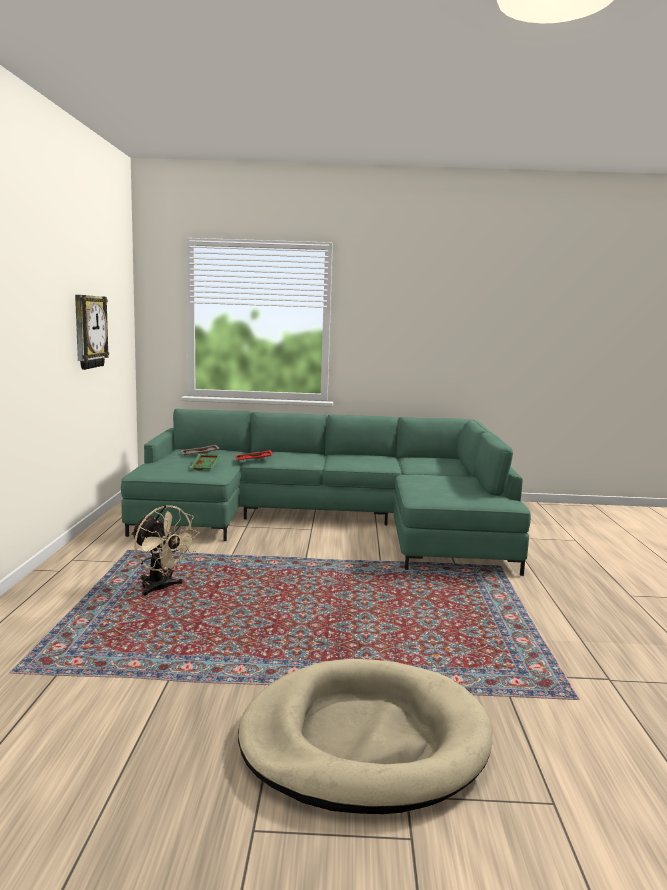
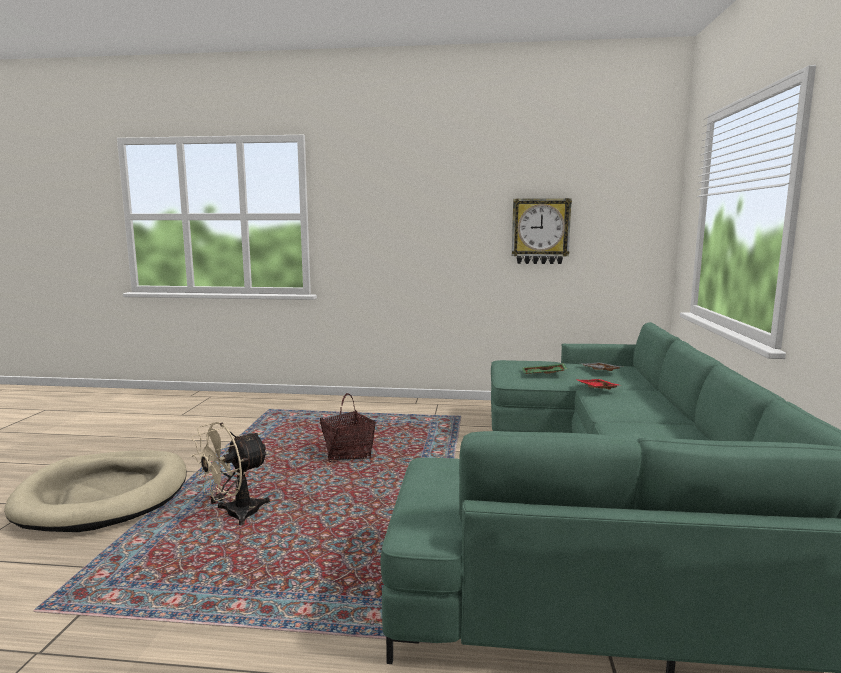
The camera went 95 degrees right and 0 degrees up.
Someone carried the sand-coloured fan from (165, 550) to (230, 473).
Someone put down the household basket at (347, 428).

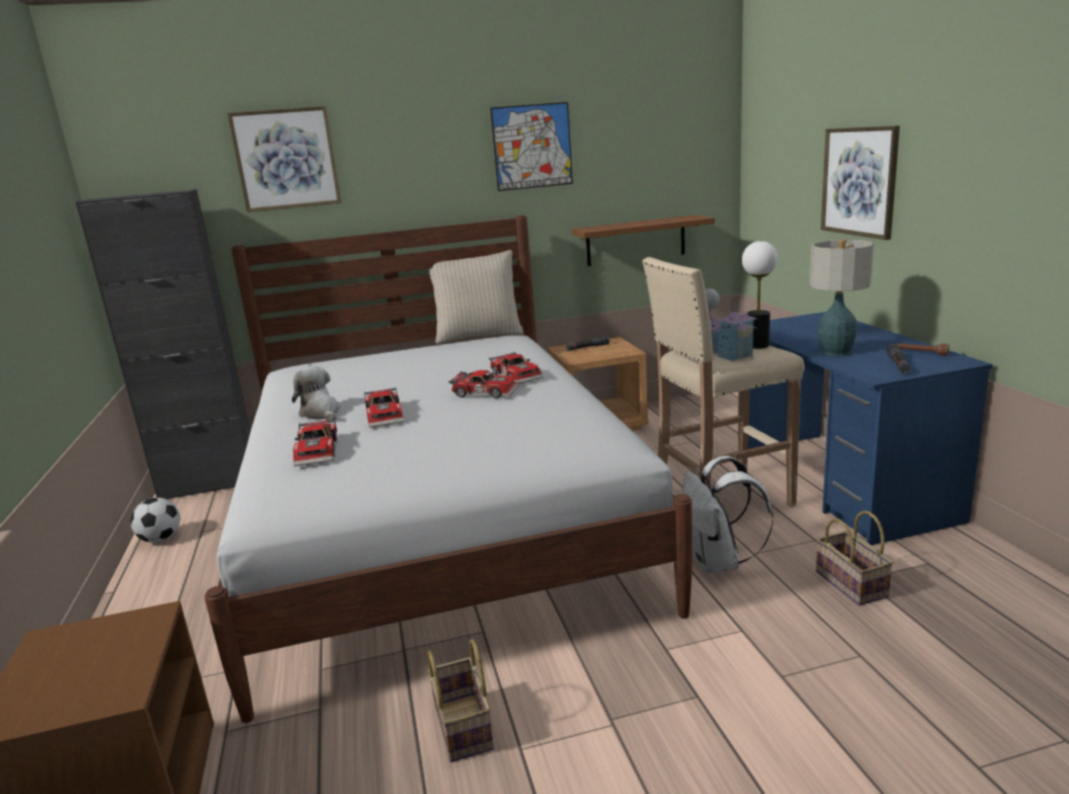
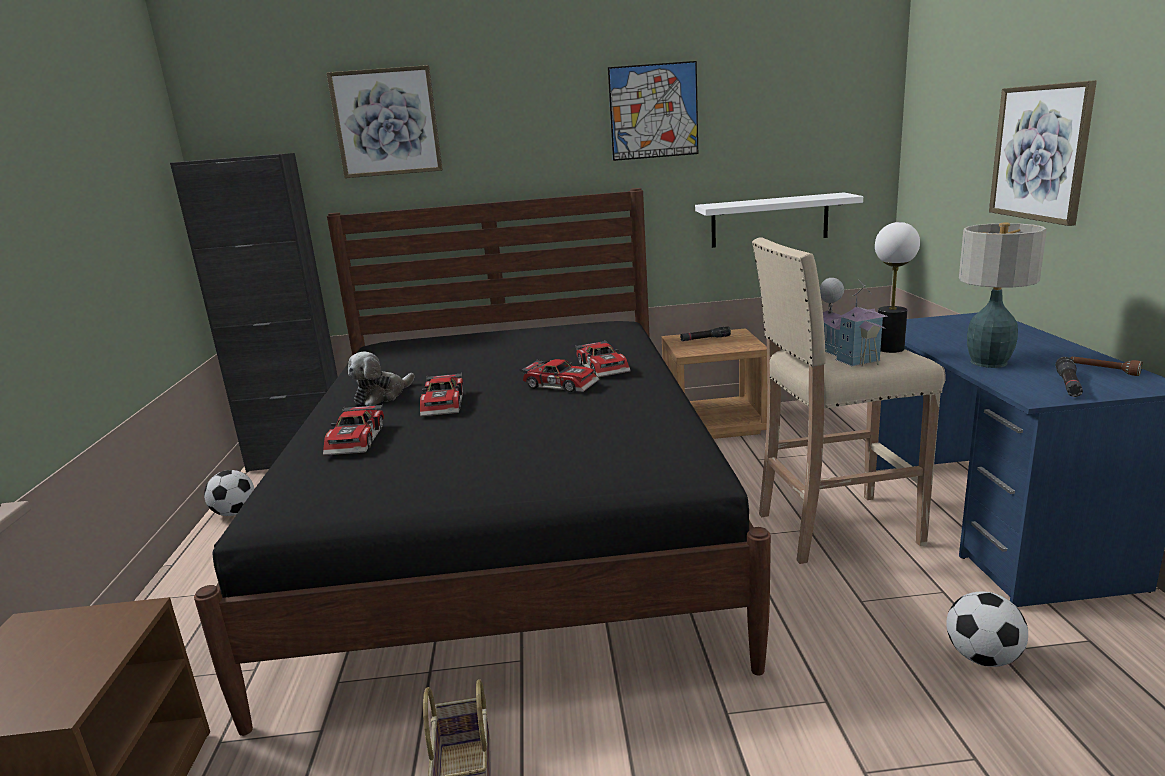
The camera went 10 degrees right and 0 degrees up.
Someone repainted the white bed at (448, 469), which became the black-coloured bed at (482, 462).
Someone rotated the plush toy at (316, 393) by 120 degrees counterclockwise.
Someone took away the sand-coloured cushion at (476, 297).
Someone repainted the brownish bracket shelf at (643, 240), which became the white bracket shelf at (779, 220).
Someone took away the white rucksack at (727, 514).
Someone swapped the household basket at (854, 558) for the ball for football at (987, 629).

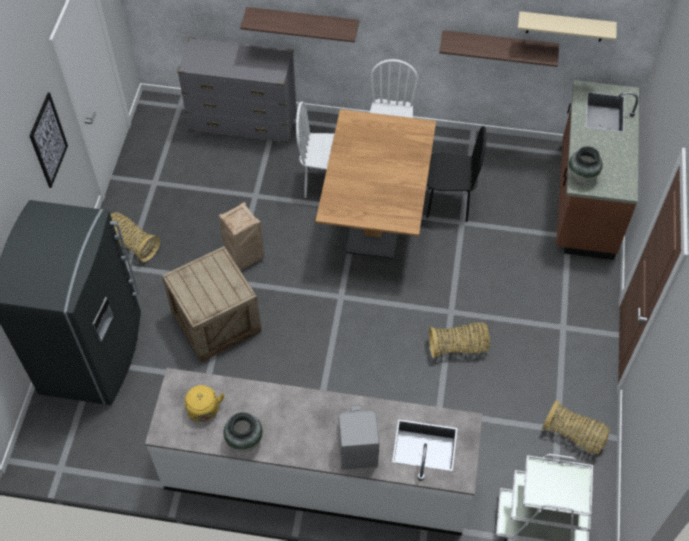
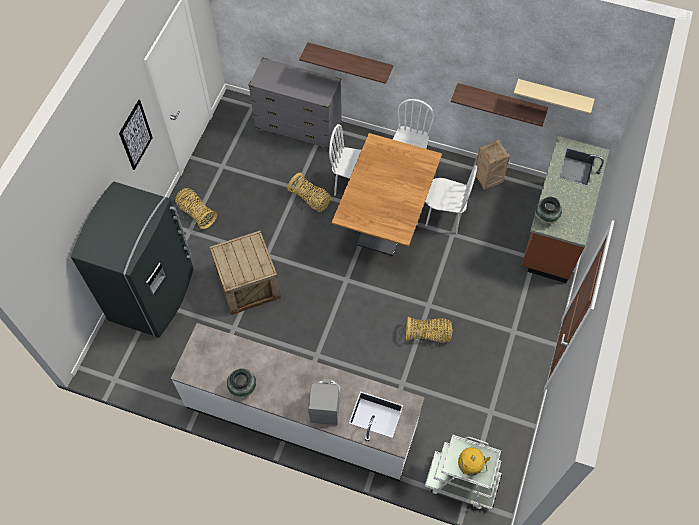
The camera went 10 degrees right and 5 degrees up.
Someone carried the yellow water kettle from (204, 403) to (474, 461).
Someone carried the shipping crate from (241, 236) to (493, 165).
Someone repainted the black-coloured upright chair at (456, 174), which became the white upright chair at (451, 199).
Someone carried the household basket from (576, 427) to (309, 192).

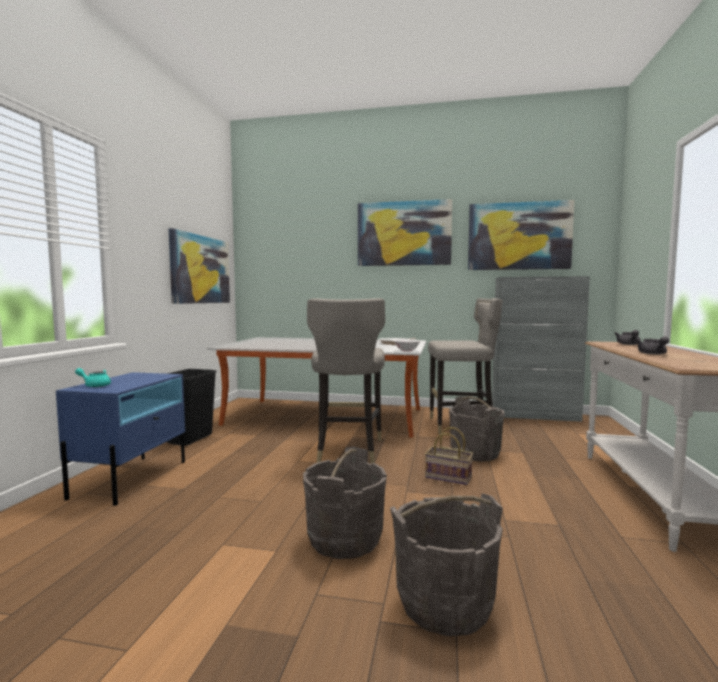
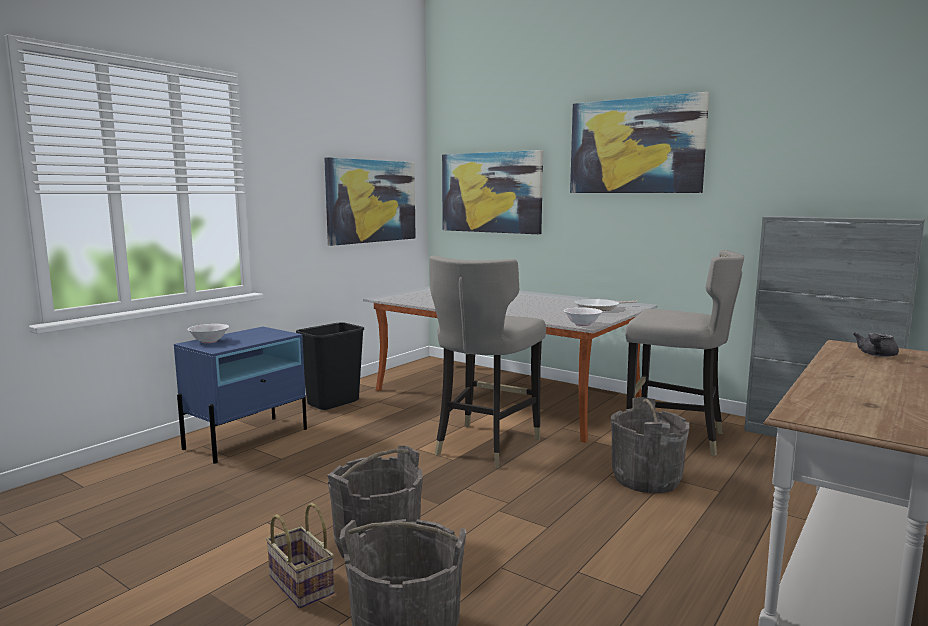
The camera went 25 degrees right and 5 degrees up.
Someone swapped the turquoise pot for tea at (93, 377) for the white deep dish at (208, 333).
Someone carried the household basket from (449, 456) to (300, 556).
Someone carried the wall picture from (521, 235) to (492, 192).
Someone took away the grey pot for tea at (652, 346).

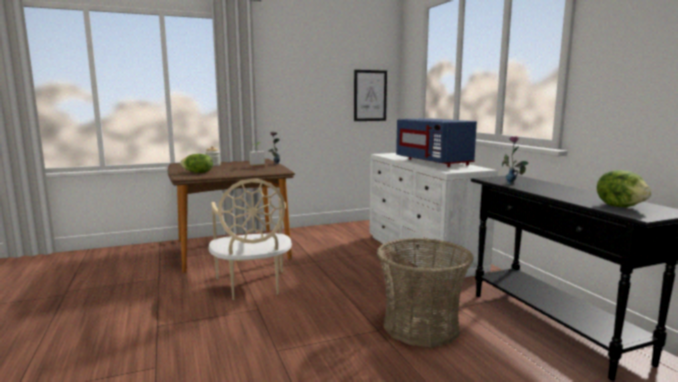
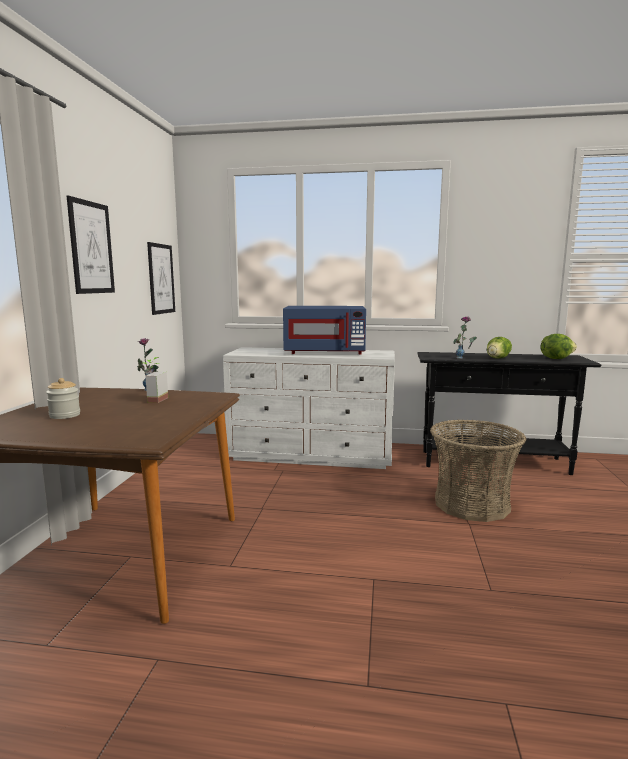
The camera went 60 degrees left and 0 degrees up.
Someone carried the lettuce from (196, 163) to (499, 348).
Someone took away the sand-coloured upright chair at (250, 239).
Someone put up the wall picture at (91, 245).

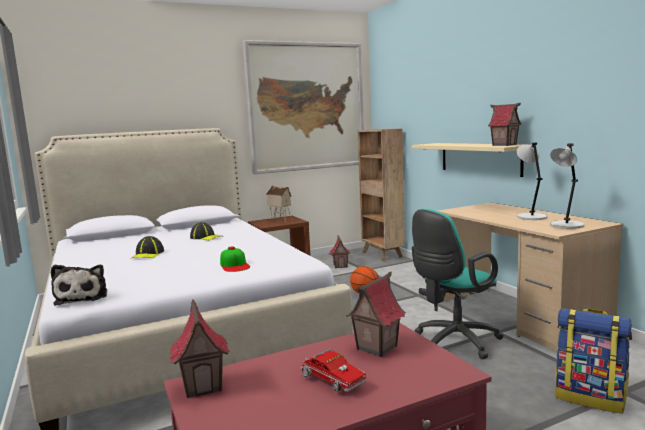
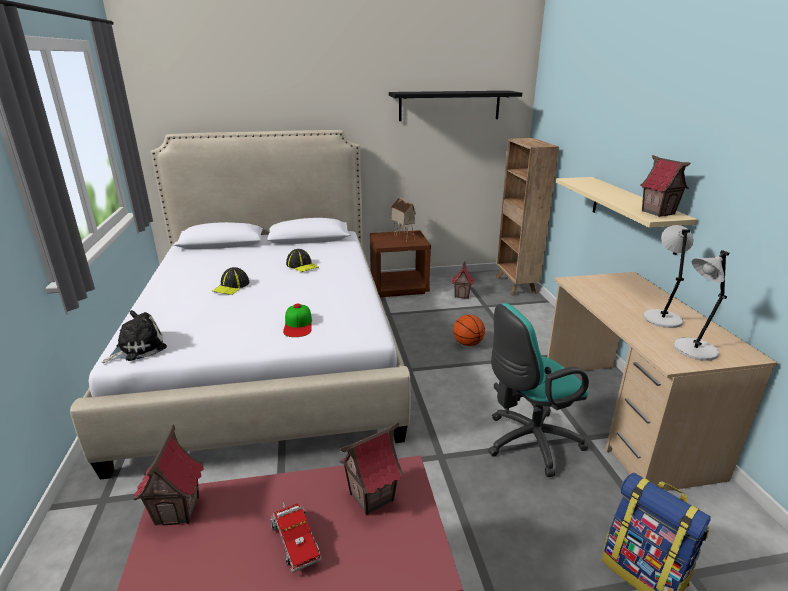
The camera went 15 degrees right and 15 degrees up.
Someone rotated the plush toy at (79, 285) by 135 degrees counterclockwise.
Someone swapped the wall picture at (303, 107) for the black-coloured bracket shelf at (455, 106).

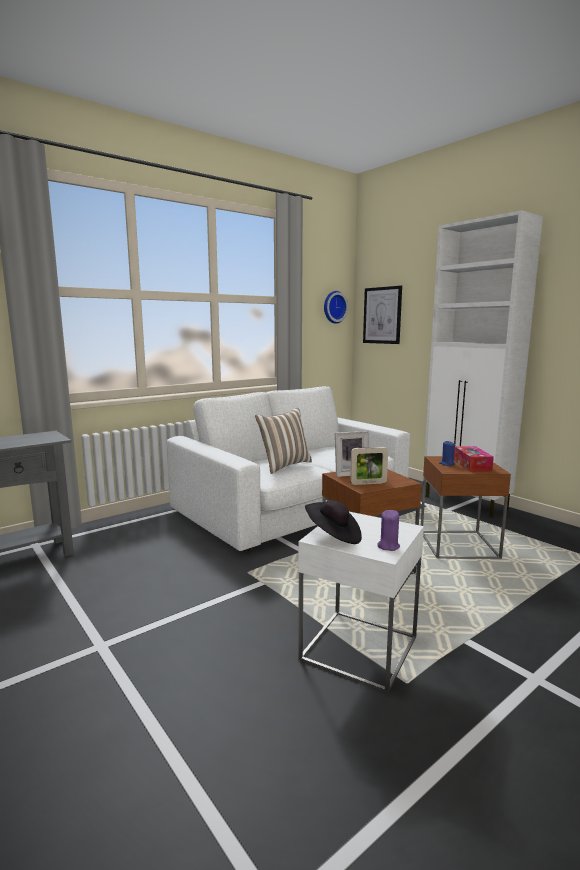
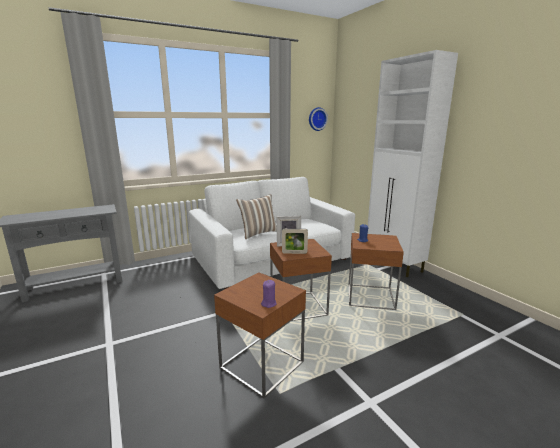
The camera went 10 degrees right and 5 degrees up.
Someone repainted the white end table at (361, 602), which became the brownish end table at (260, 335).
Someone took away the black-coloured hat at (333, 522).
Someone took away the wall picture at (382, 314).
Someone took away the tissue box at (474, 459).

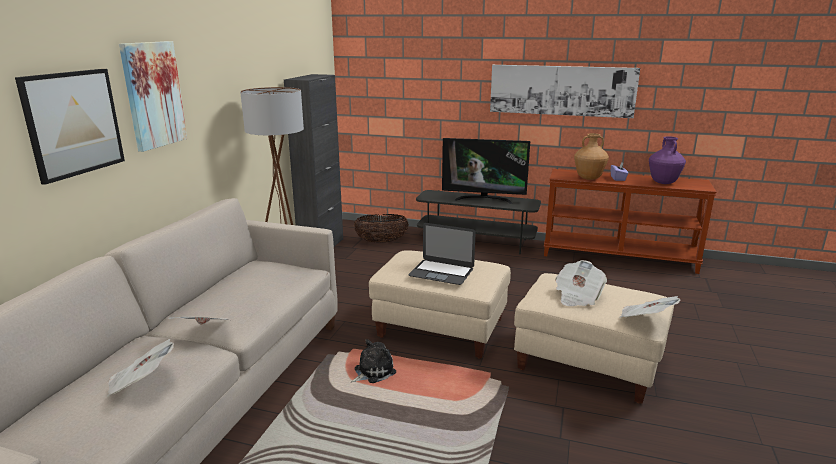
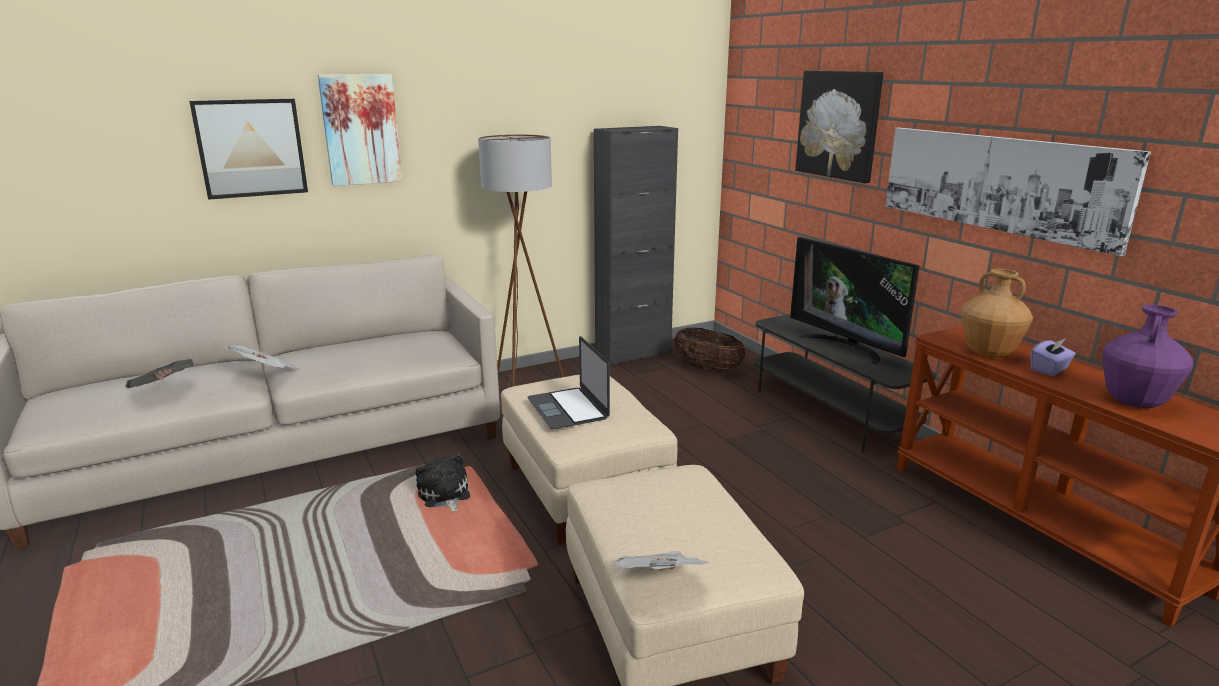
The camera went 45 degrees right and 0 degrees up.
Someone rotated the plush toy at (373, 361) by 120 degrees counterclockwise.
Someone took away the newspaper at (581, 283).
Someone put up the wall picture at (839, 127).

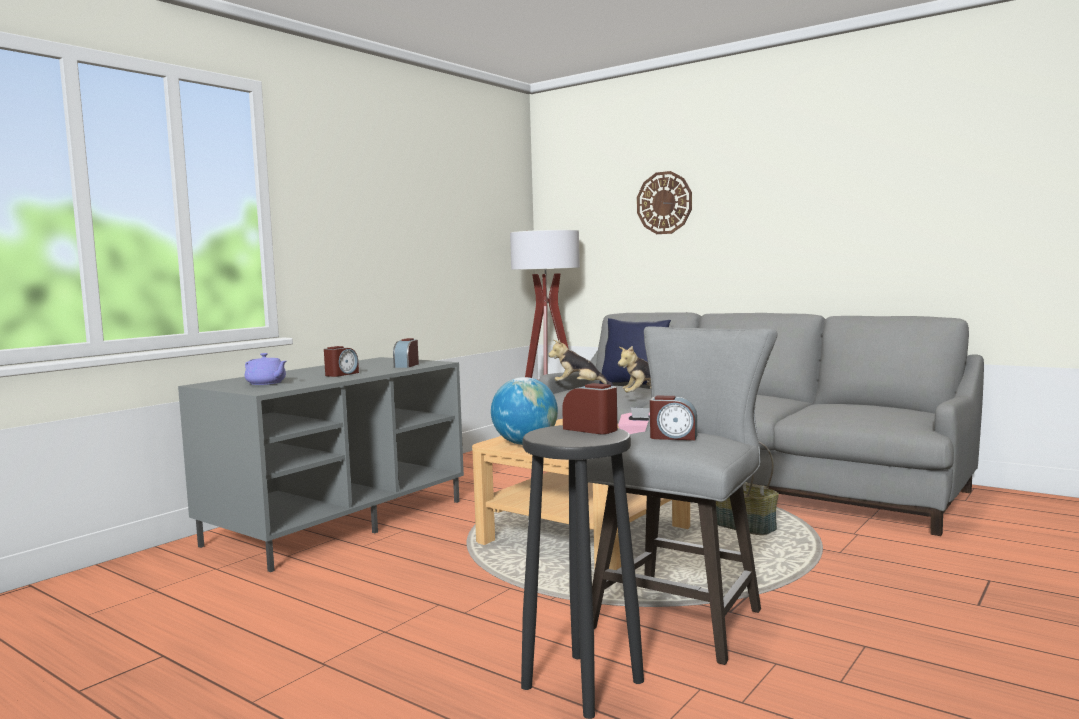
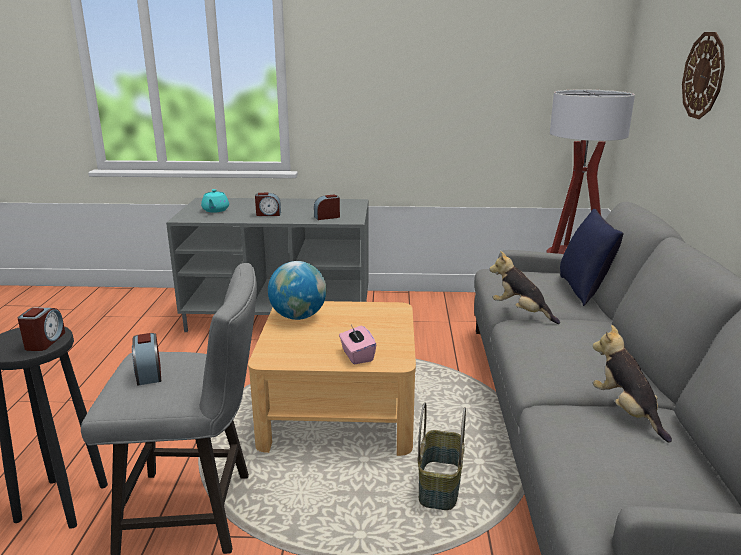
The camera went 55 degrees right and 15 degrees up.
Someone repainted the purple pot for tea at (265, 369), which became the turquoise pot for tea at (215, 201).
Someone carried the plush toy from (580, 362) to (632, 384).

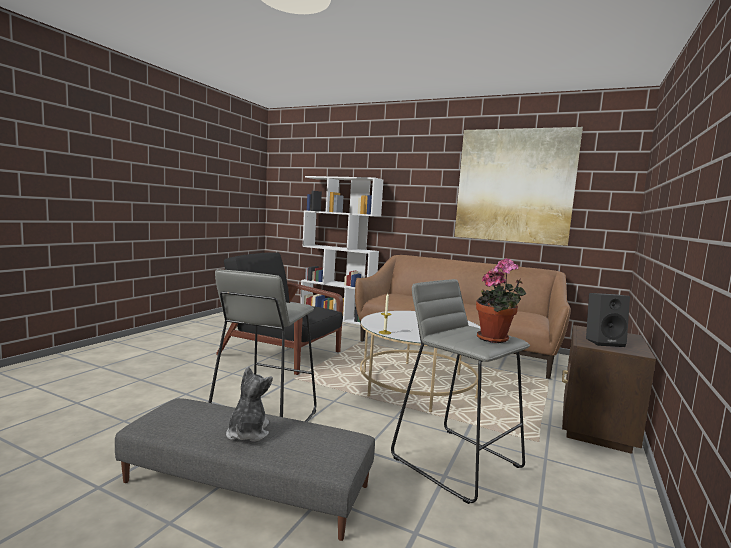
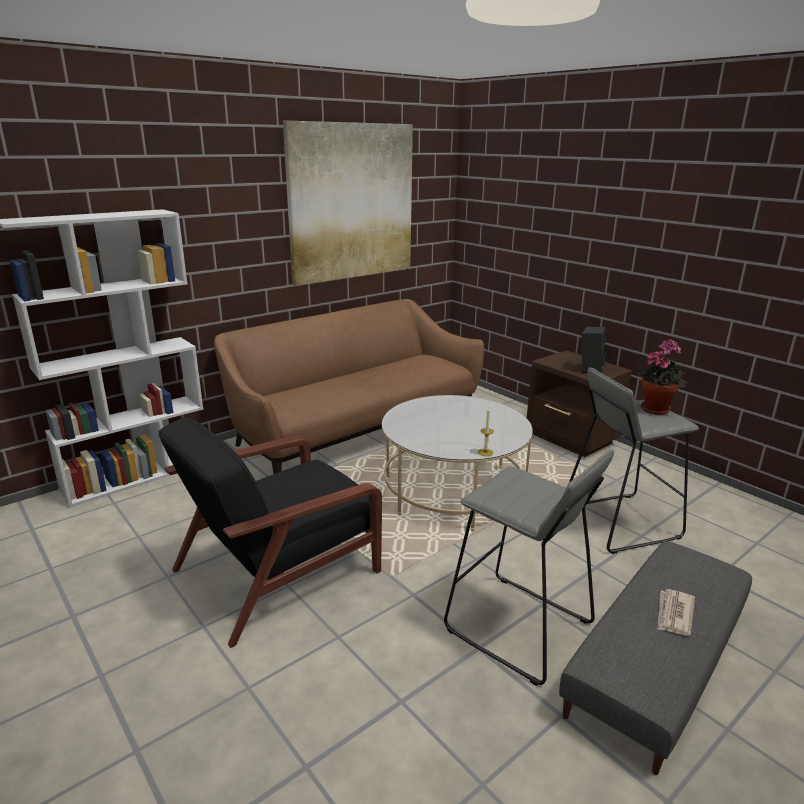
The camera went 65 degrees left and 15 degrees up.
Someone swapped the plush toy at (249, 404) for the newspaper at (676, 612).

